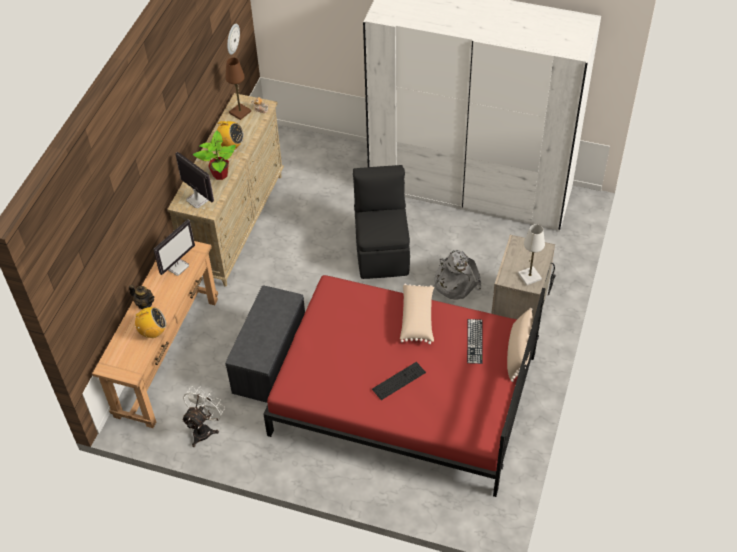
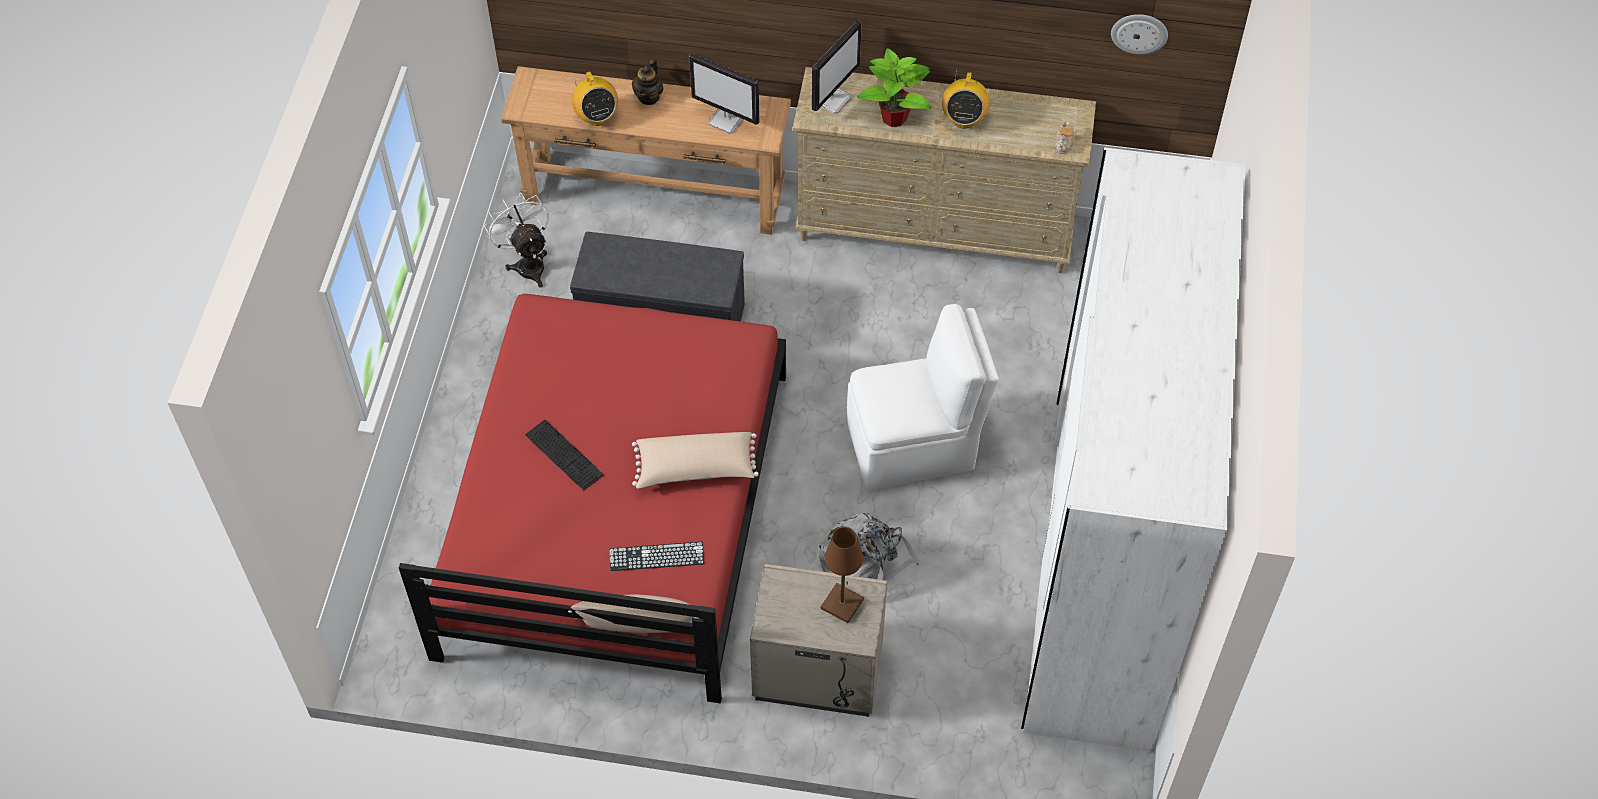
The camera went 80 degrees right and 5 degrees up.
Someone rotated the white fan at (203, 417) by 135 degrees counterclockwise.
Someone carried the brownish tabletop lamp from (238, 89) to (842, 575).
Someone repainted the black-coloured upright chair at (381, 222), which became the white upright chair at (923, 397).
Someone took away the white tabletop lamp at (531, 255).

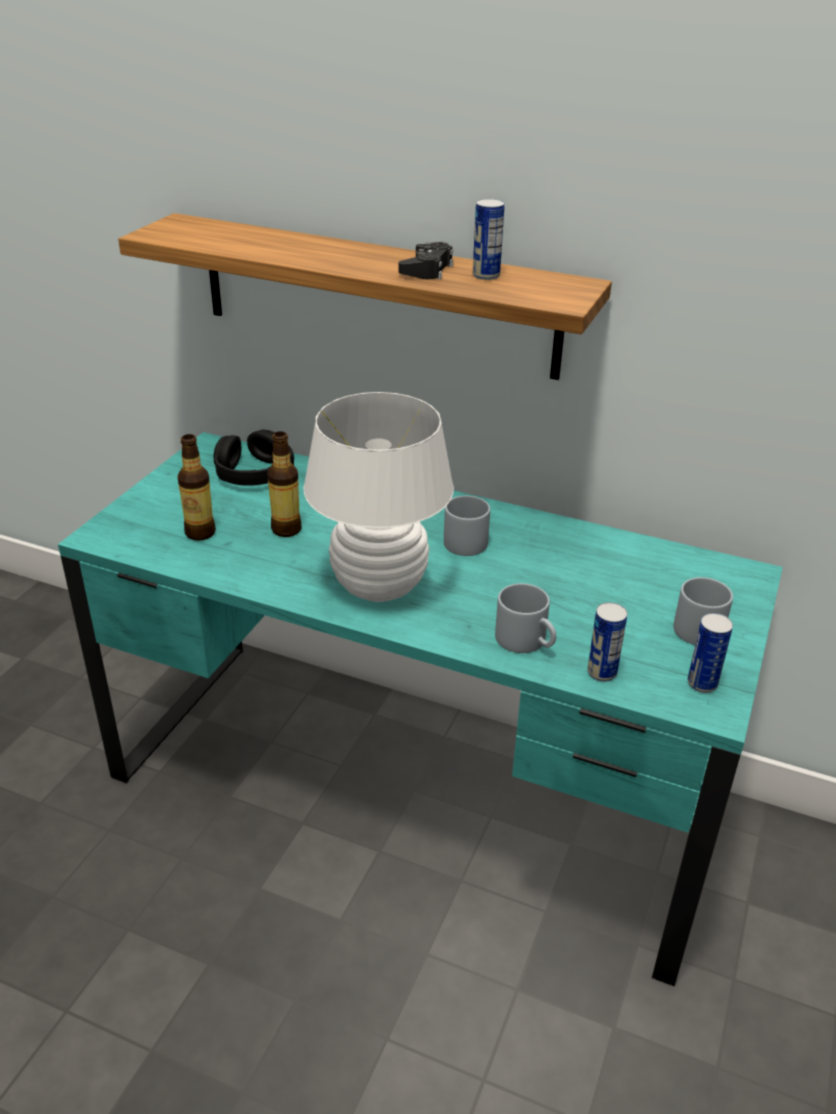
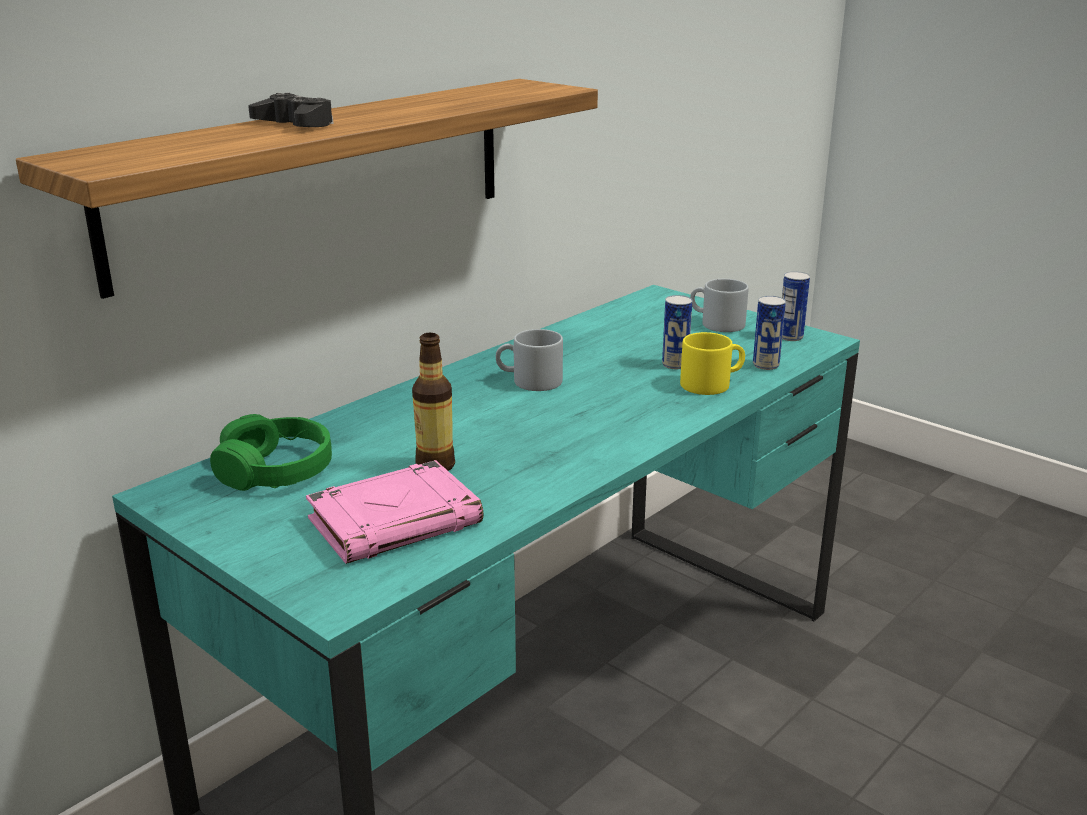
The camera went 70 degrees left and 10 degrees down.
Someone swapped the bottle at (197, 487) for the pink-coloured book at (395, 512).
Someone repainted the black-coloured headset at (254, 457), which became the green headset at (271, 452).
Someone took away the white tabletop lamp at (379, 497).
Someone carried the black-coloured joypad from (426, 261) to (291, 109).
Someone carried the metal can from (489, 239) to (677, 332).
Someone repainted the grey mug at (525, 618), which became the yellow mug at (712, 363).

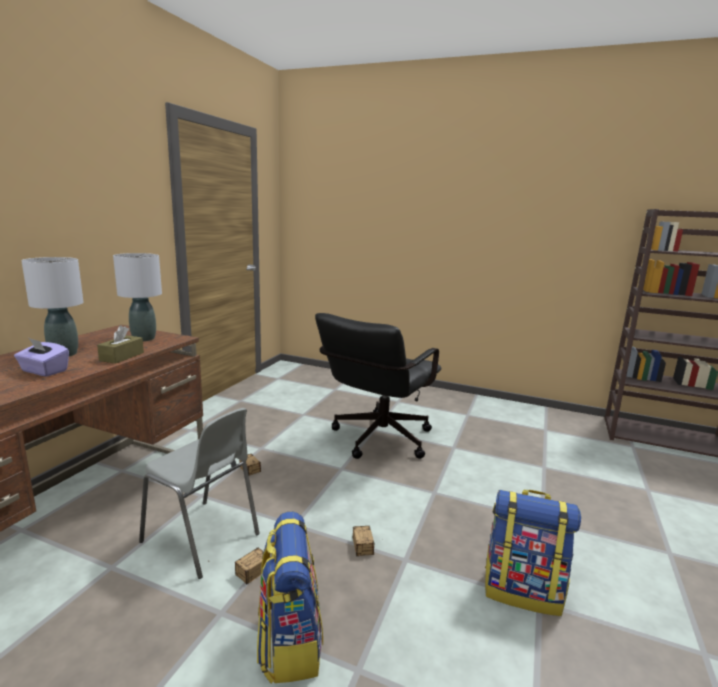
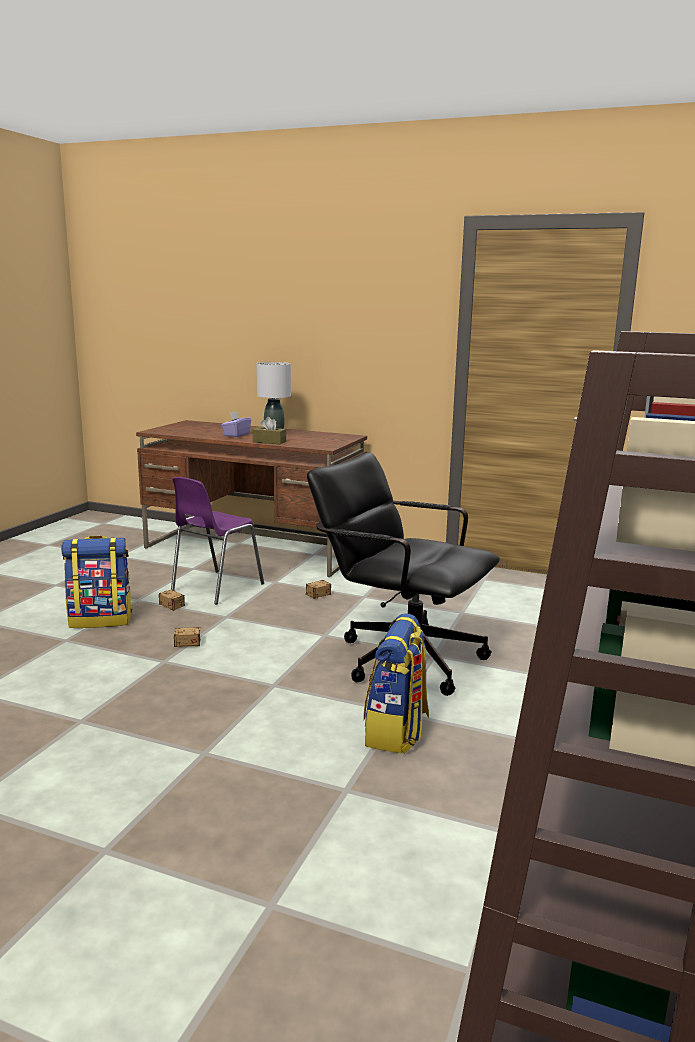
The camera went 90 degrees right and 0 degrees up.
Someone took away the grey tabletop lamp at (137, 297).
Someone repainted the grey upright chair at (199, 493), which became the purple upright chair at (217, 541).
Someone carried the rucksack from (533, 553) to (396, 683).

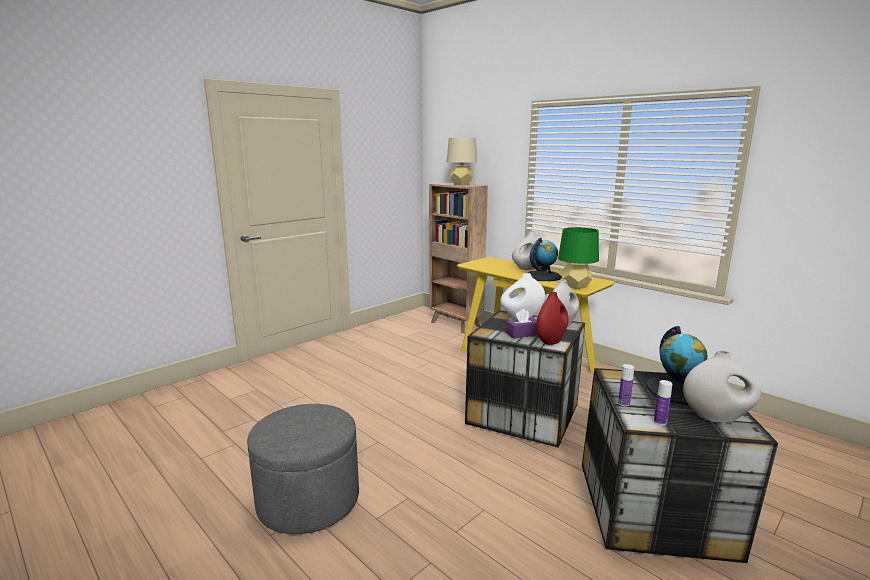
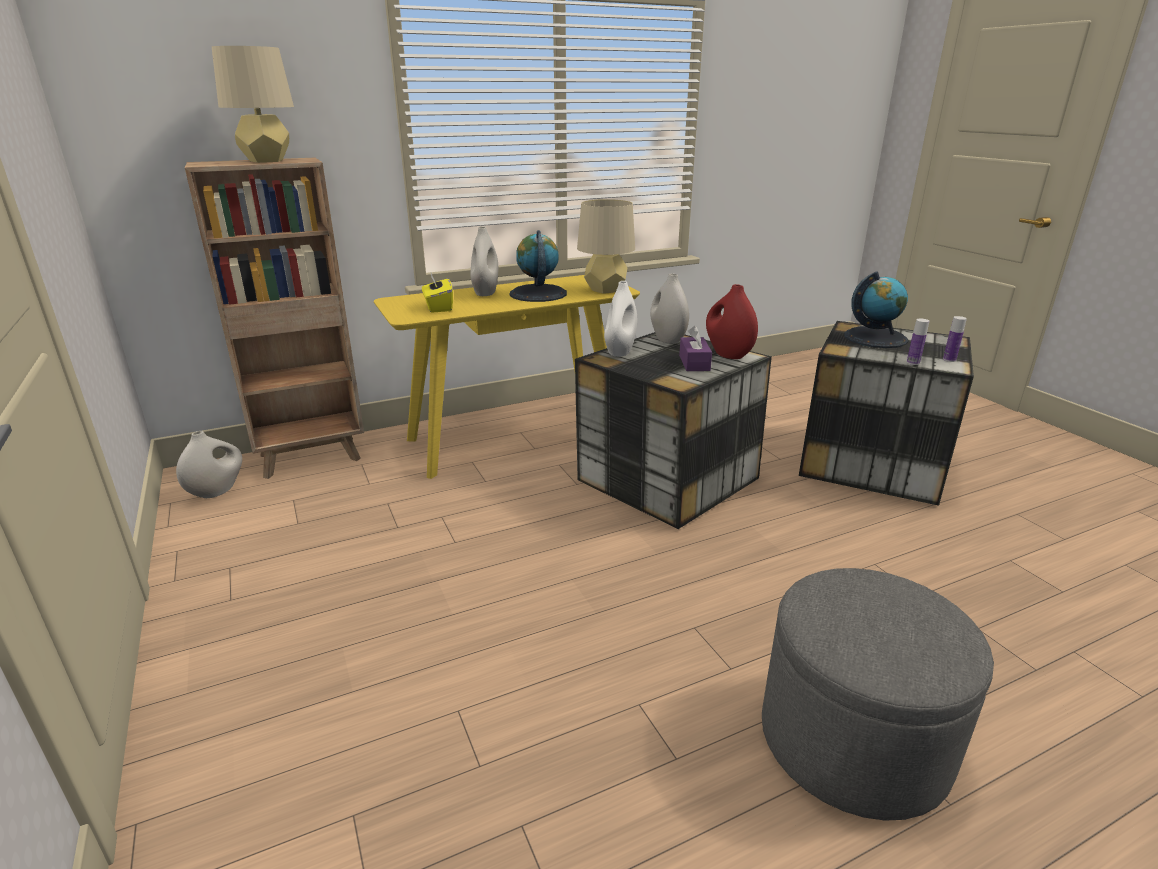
The camera went 70 degrees left and 10 degrees up.
Someone repainted the green tabletop lamp at (578, 258), which became the sand-coloured tabletop lamp at (606, 246).
Someone carried the white flower vase from (722, 386) to (209, 464).
Someone put down the yellow tissue box at (437, 293).

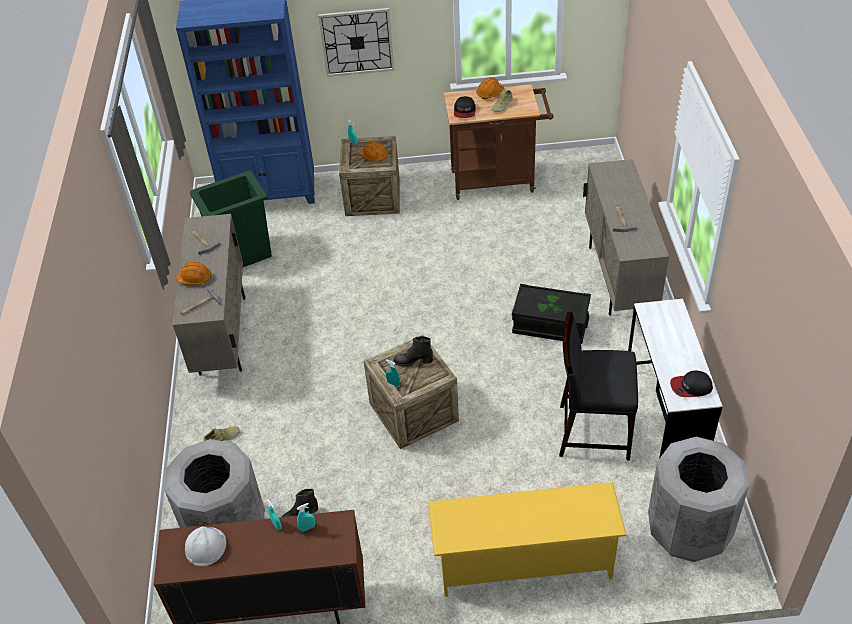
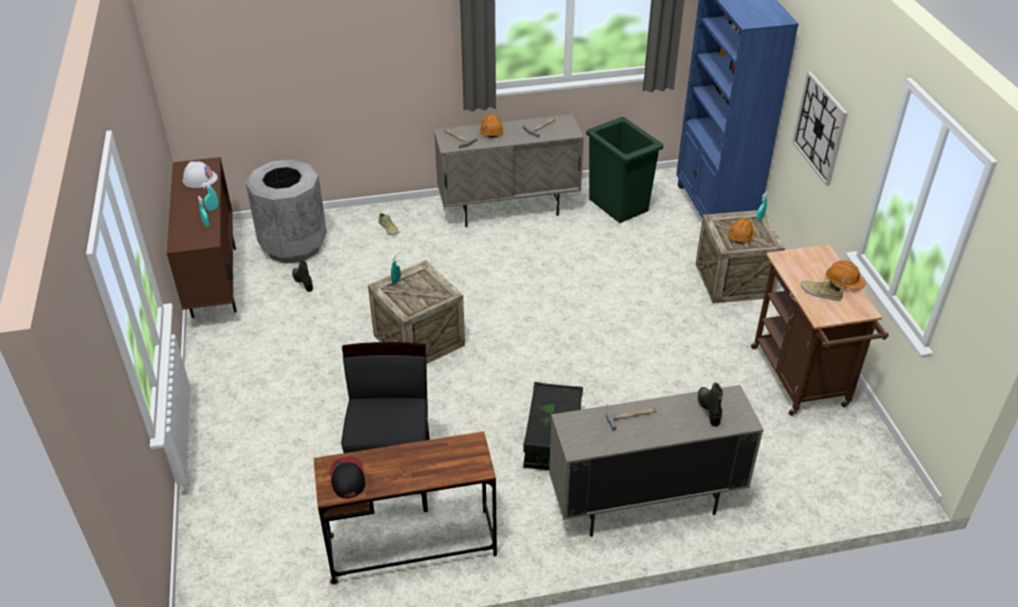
The camera went 80 degrees right and 5 degrees down.
Someone carried the black-coloured tall boot from (413, 351) to (710, 404).
Someone took away the yellow shoe shelf at (527, 539).
Someone took away the baseball cap at (465, 107).
Someone repainted the white desk table at (675, 379), which became the brownish desk table at (405, 507).
Someone took away the grey rubbish bin at (698, 499).

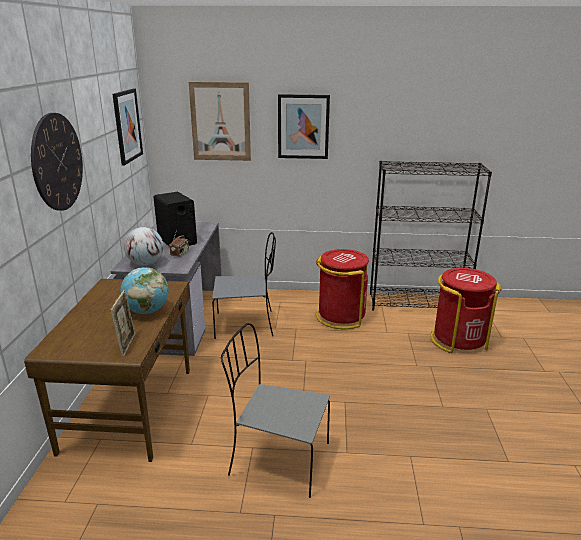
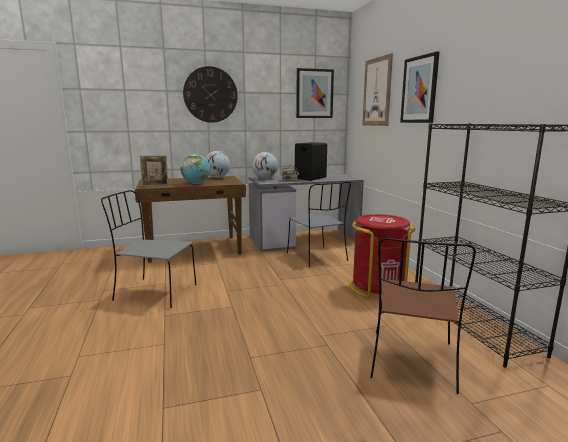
The camera went 70 degrees right and 10 degrees down.
Someone rotated the grey upright chair at (275, 410) by 75 degrees counterclockwise.
Someone swapped the red-coloured rubbish bin at (465, 310) for the brownish upright chair at (423, 316).
Someone put down the world globe at (217, 164).

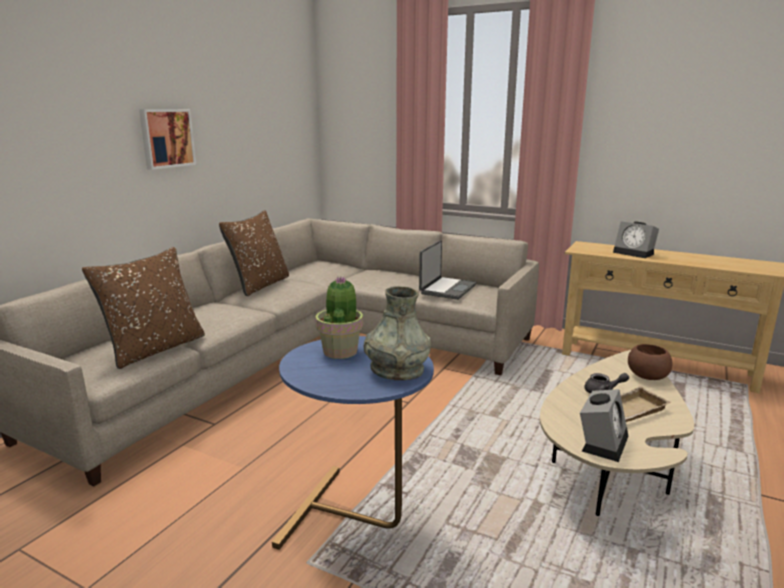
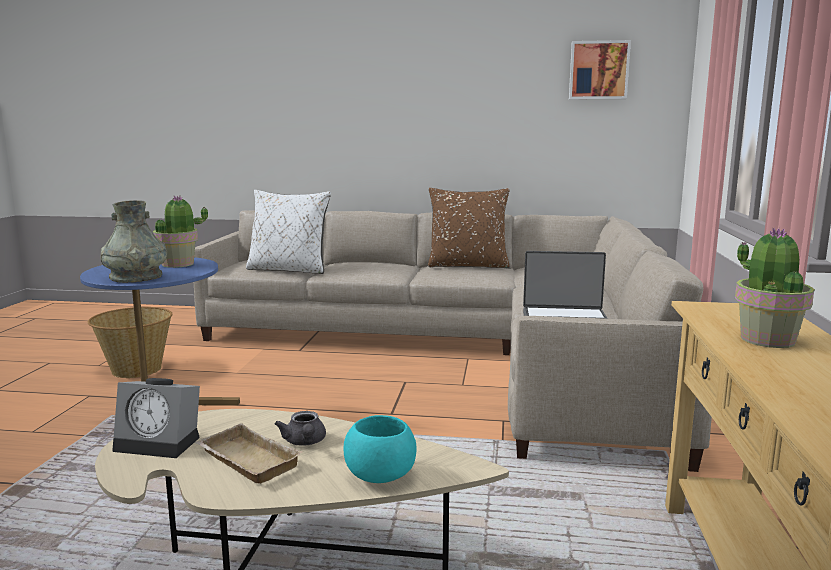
The camera went 70 degrees right and 5 degrees down.
Someone repainted the brownish cushion at (143, 308), which became the white cushion at (288, 232).
Someone carried the wall picture from (167, 139) to (600, 69).
Someone swapped the table clock at (636, 239) for the plant in a pot at (774, 288).
Someone repainted the brownish deep dish at (650, 362), which became the turquoise deep dish at (380, 449).
Someone put down the household basket at (130, 342).

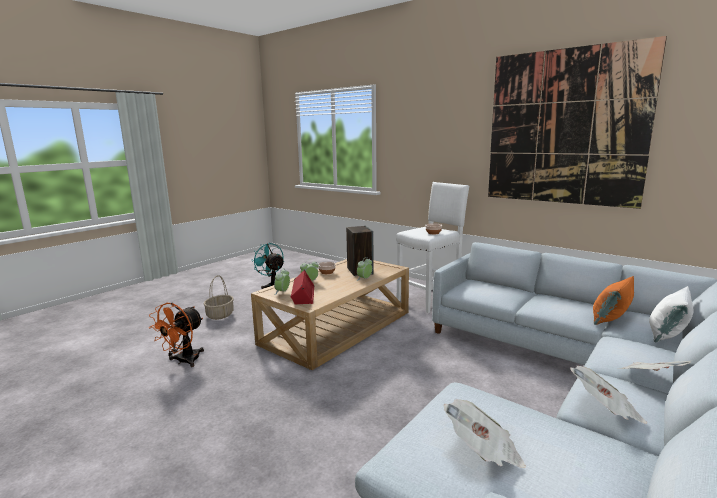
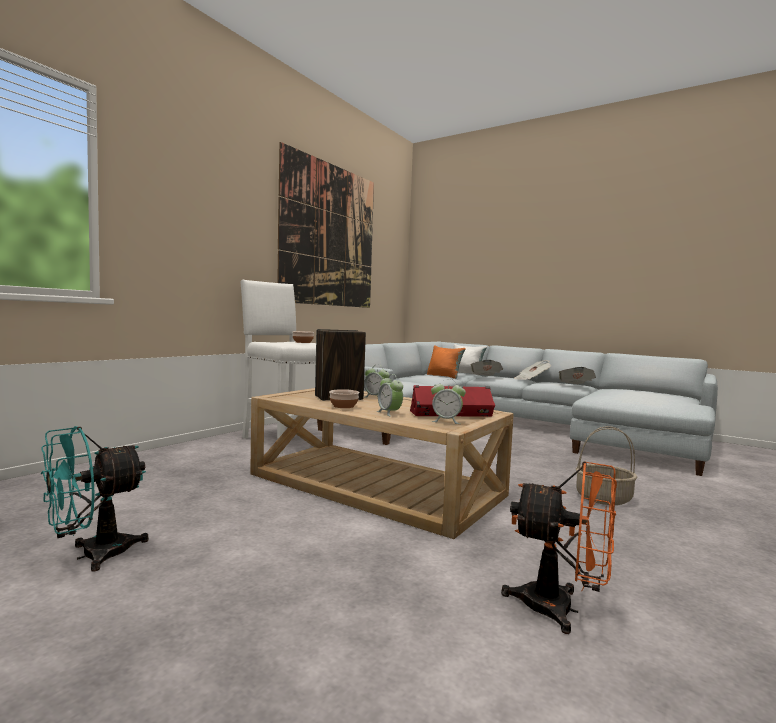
The camera went 95 degrees left and 10 degrees down.
Someone carried the household basket from (219, 297) to (606, 465).
Someone carried the newspaper from (484, 433) to (487, 368).

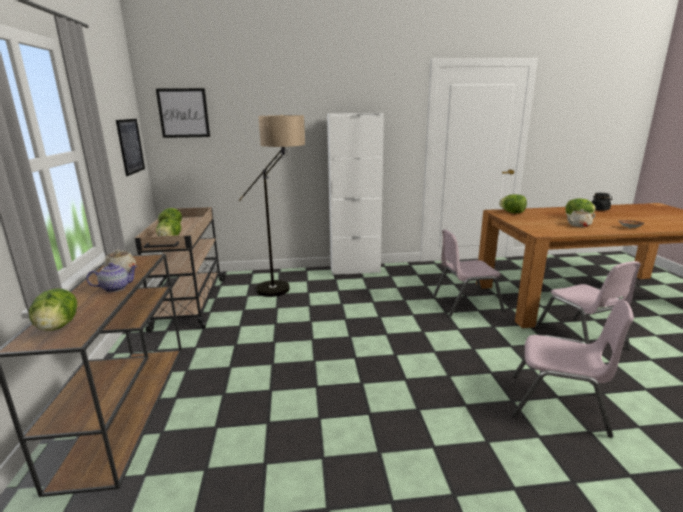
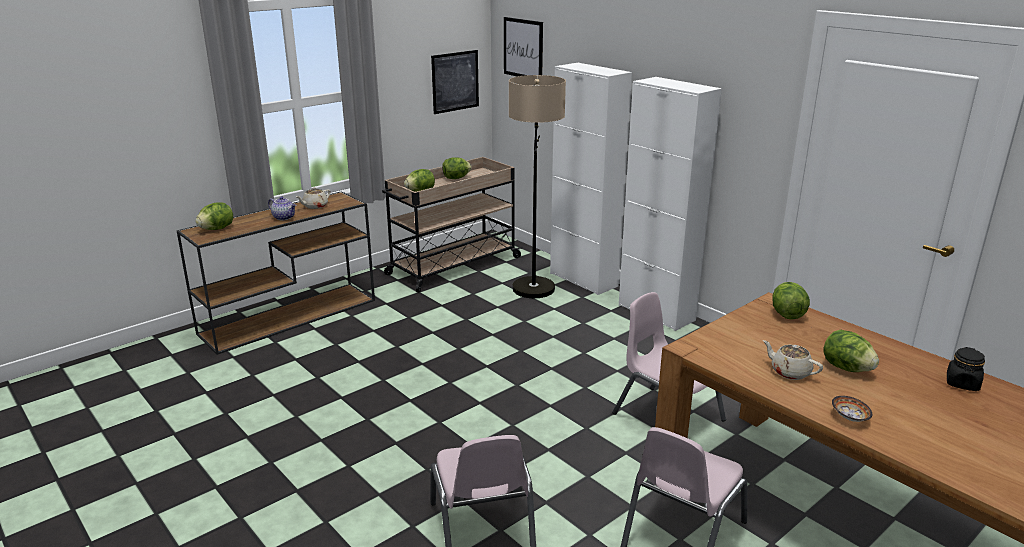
The camera went 55 degrees right and 5 degrees up.
Someone put down the white storage cabinet at (591, 179).

